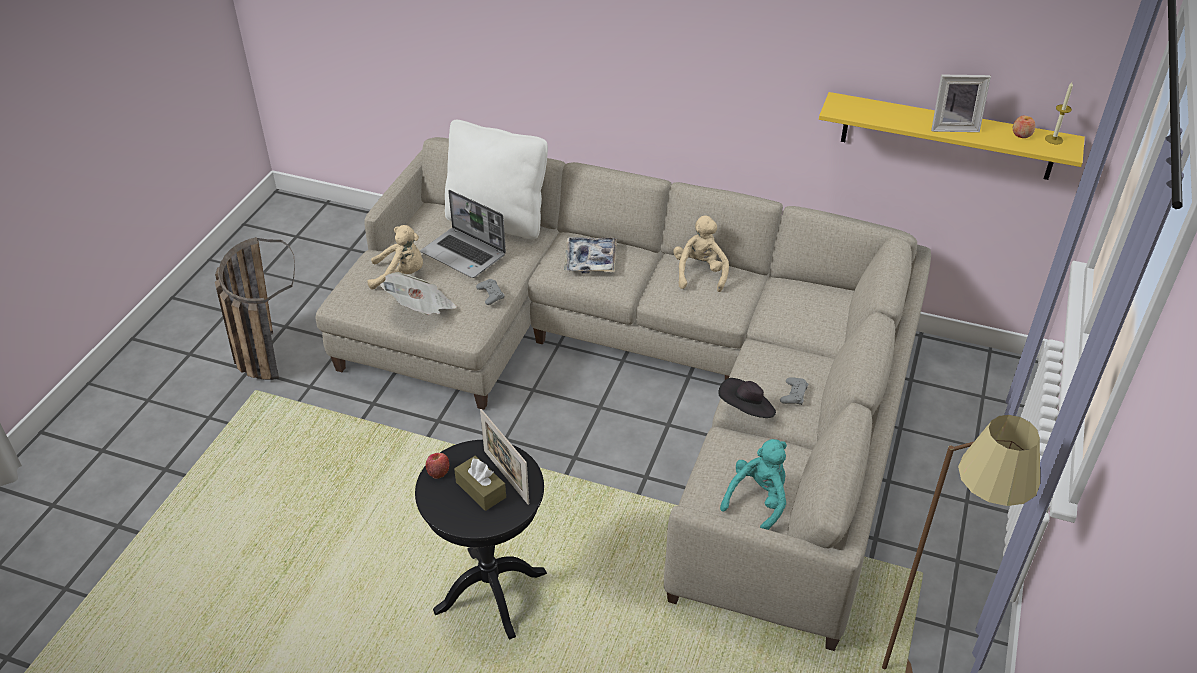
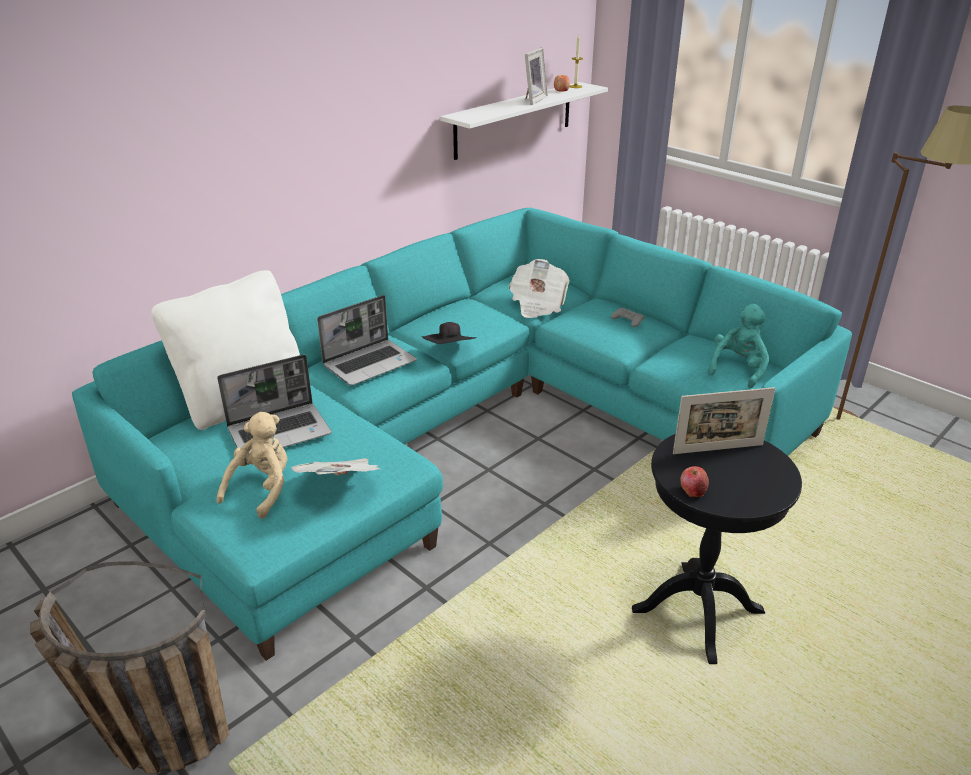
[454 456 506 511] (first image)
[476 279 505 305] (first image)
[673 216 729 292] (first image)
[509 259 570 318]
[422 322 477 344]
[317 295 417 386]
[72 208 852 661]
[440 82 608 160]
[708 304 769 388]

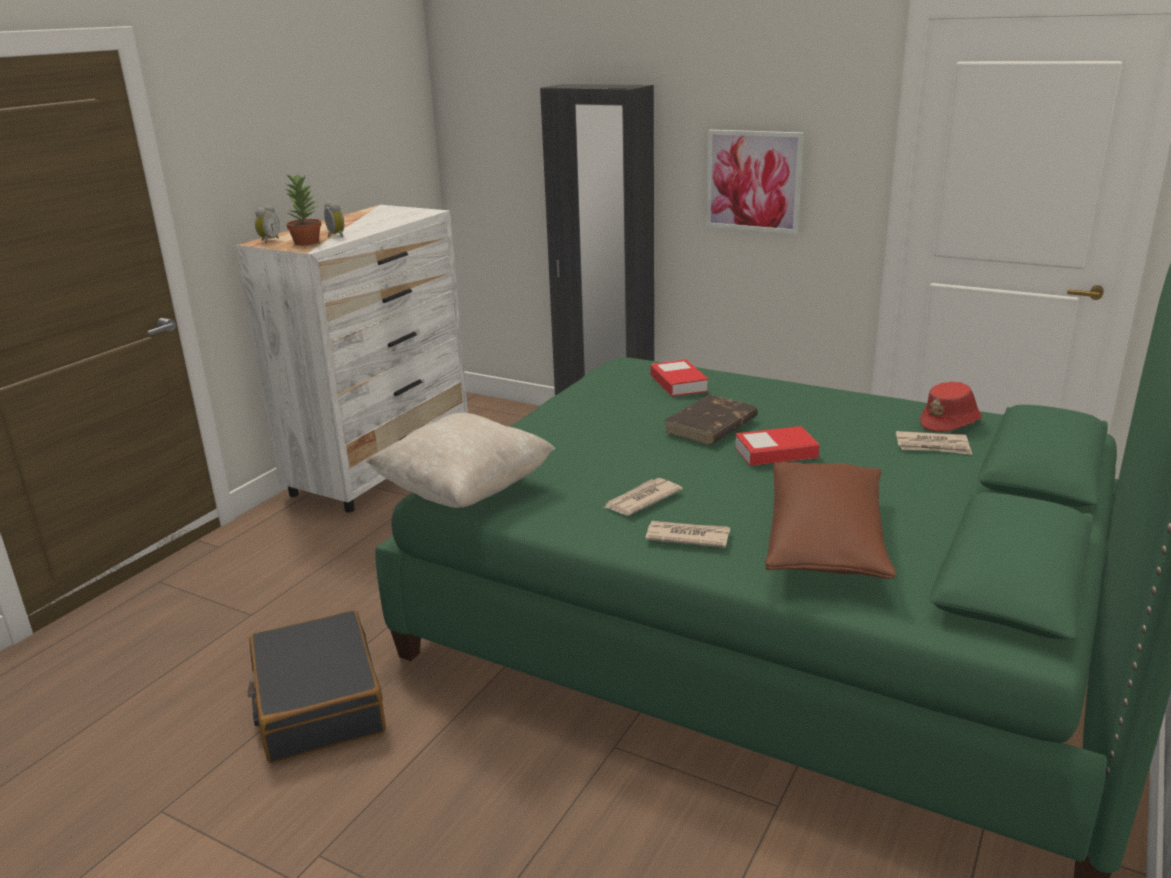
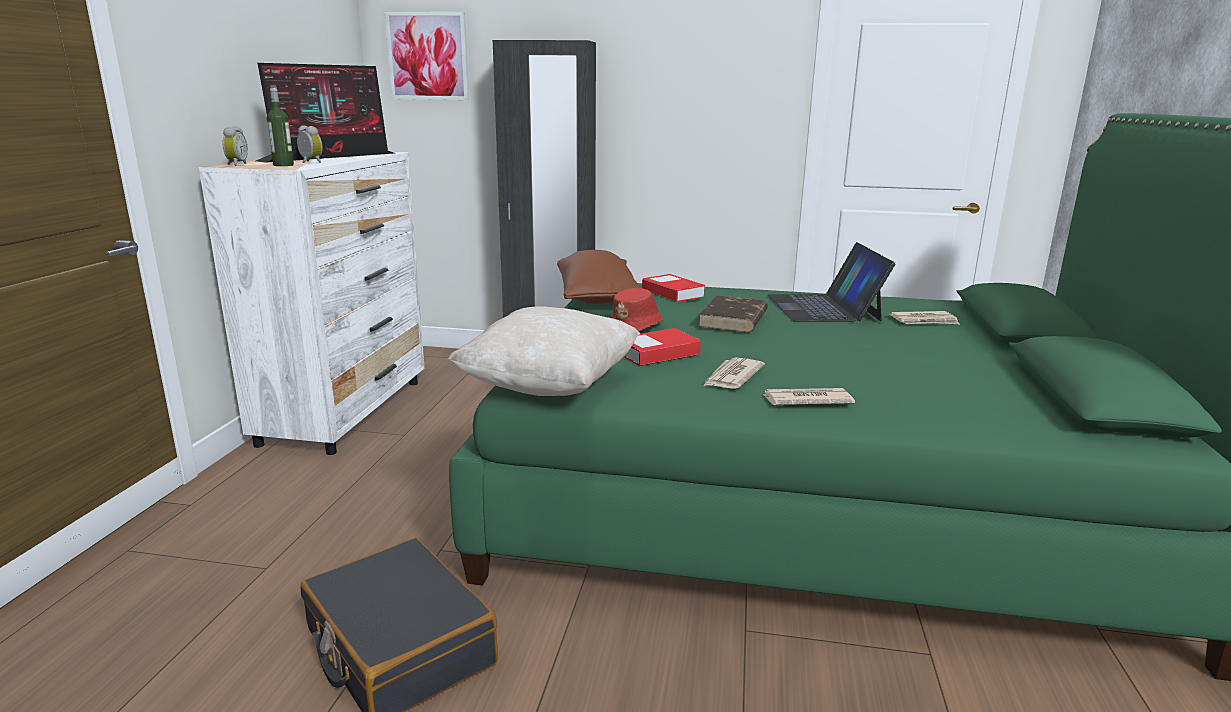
[256 63 394 163]
[768 242 896 322]
[385 12 469 100]
[624 328 701 366]
[557 250 641 304]
[610 288 664 331]
[267 87 294 166]

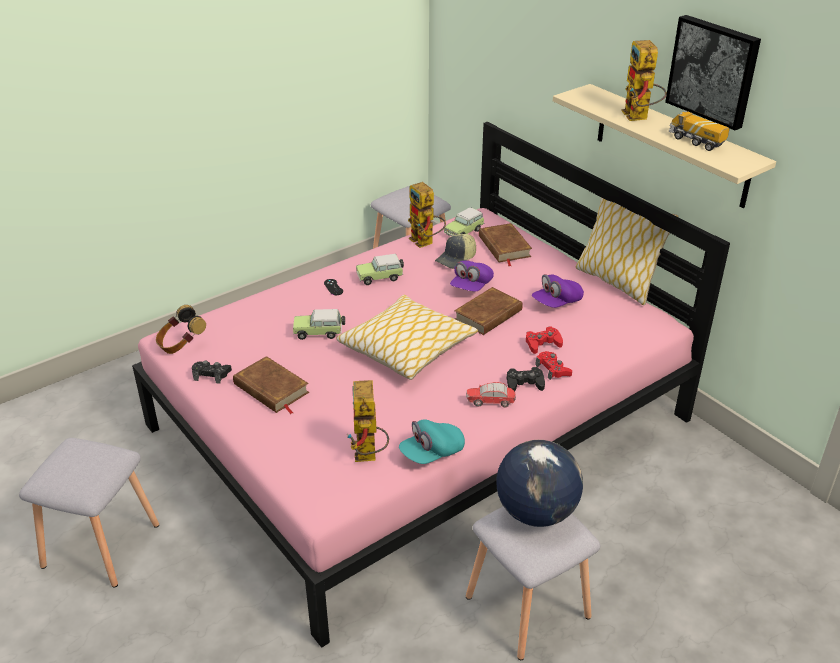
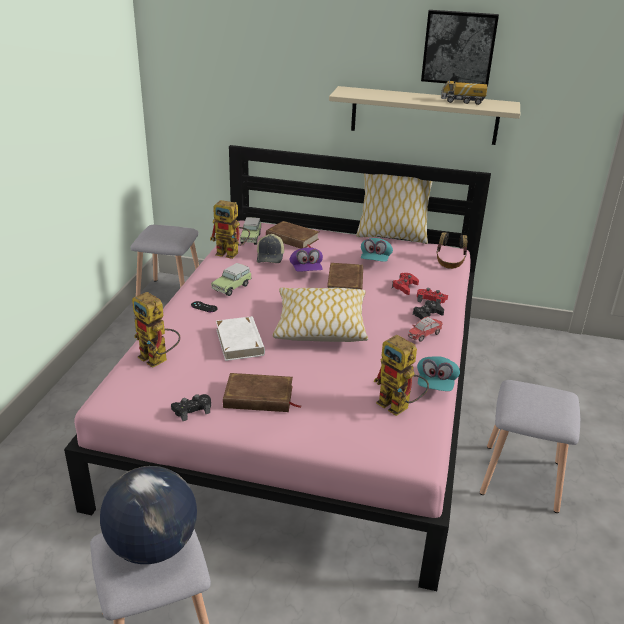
[436 232 467 269]
[100 466 197 564]
[132 292 180 368]
[216 316 265 361]
[361 238 393 262]

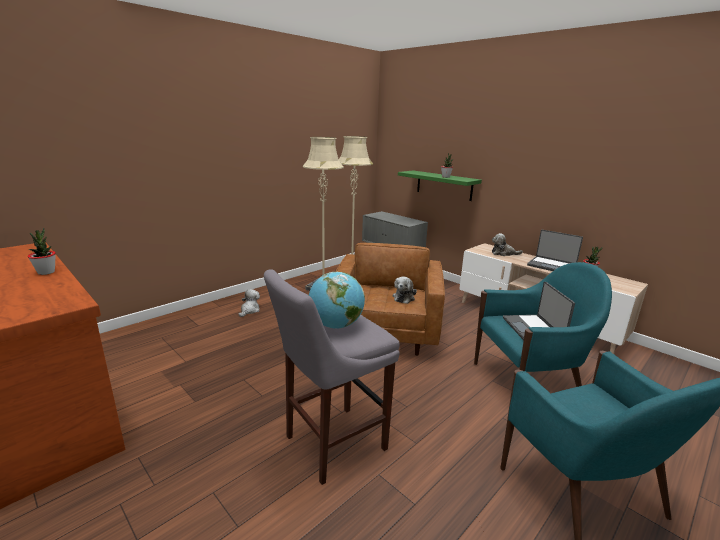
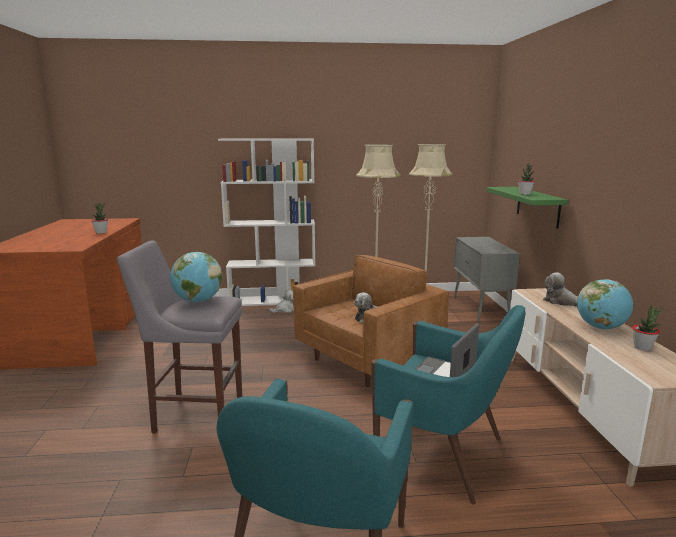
[218 138 315 306]
[577 279 633 329]

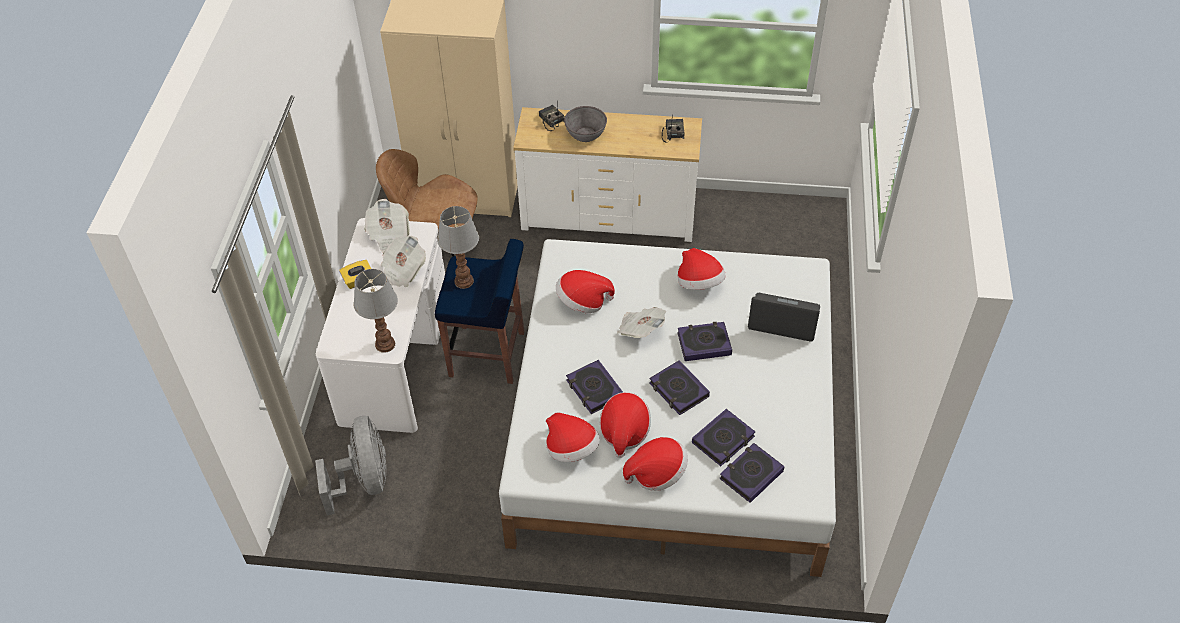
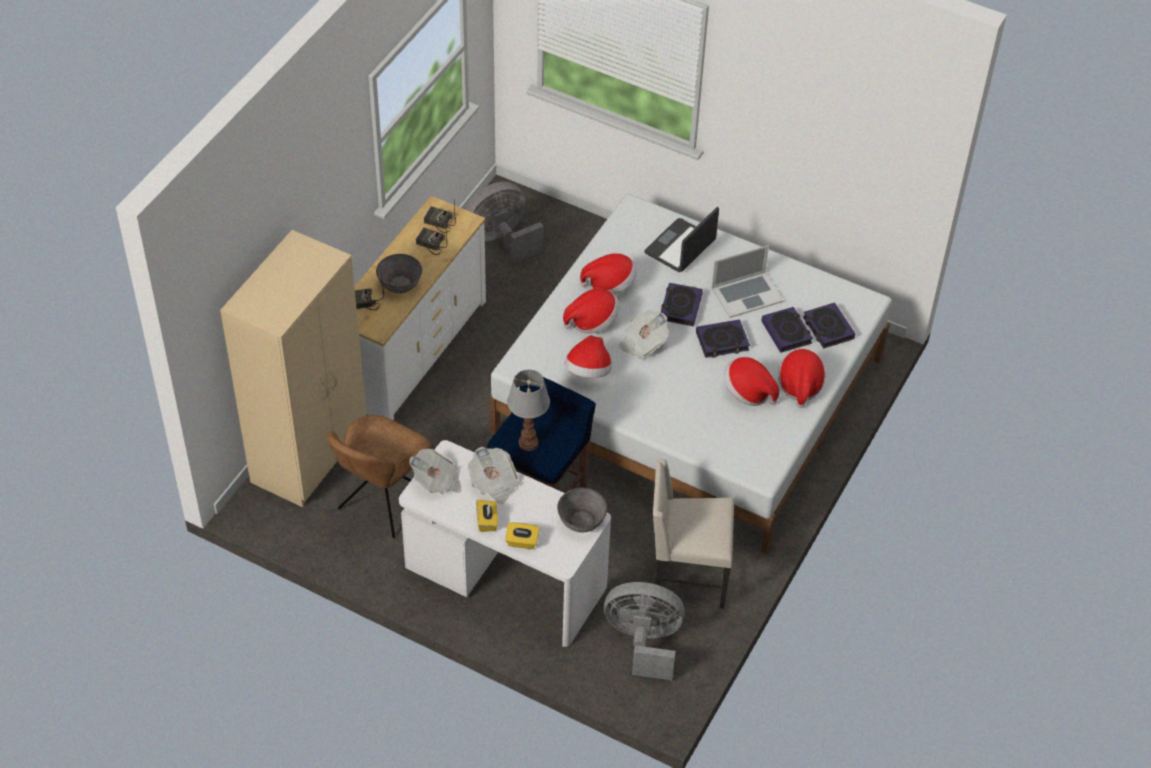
[566 360 623 414] (first image)
[416 221 447 255]
[465 182 544 263]
[505 522 540 549]
[652 459 734 609]
[712 245 784 318]
[563 288 620 334]
[557 488 607 532]

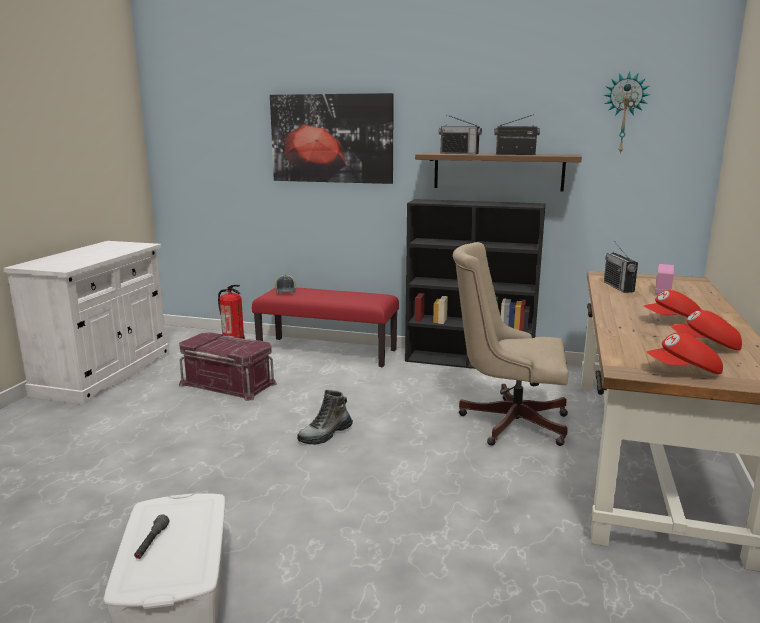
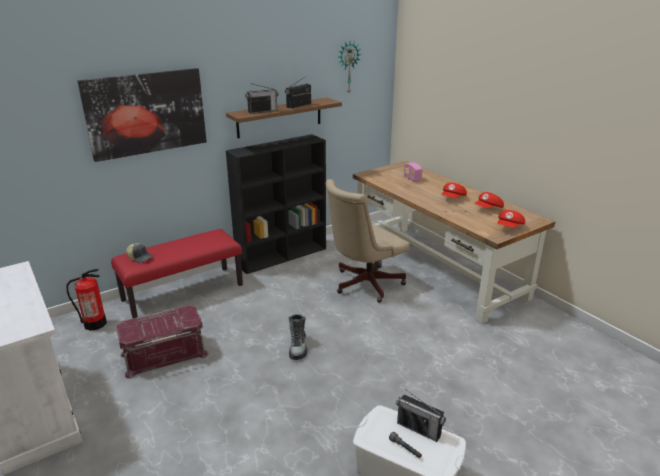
[396 389 446 442]

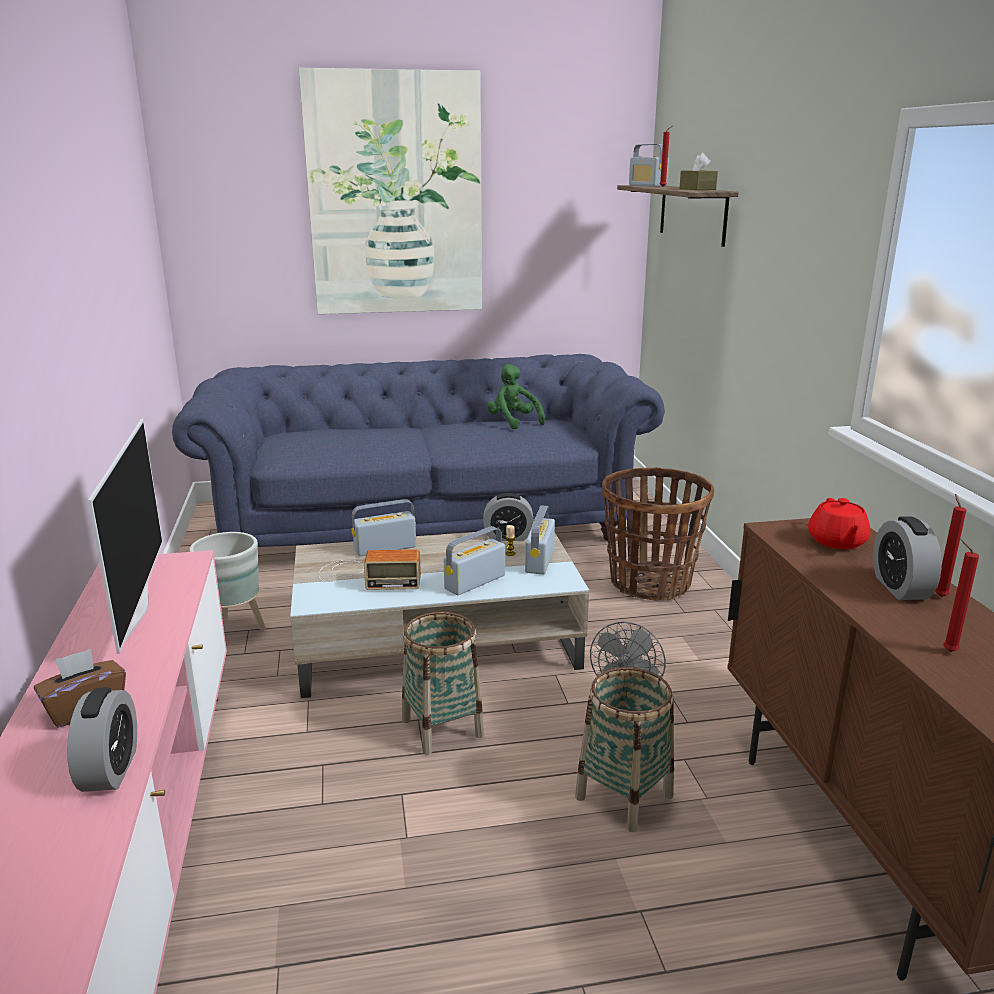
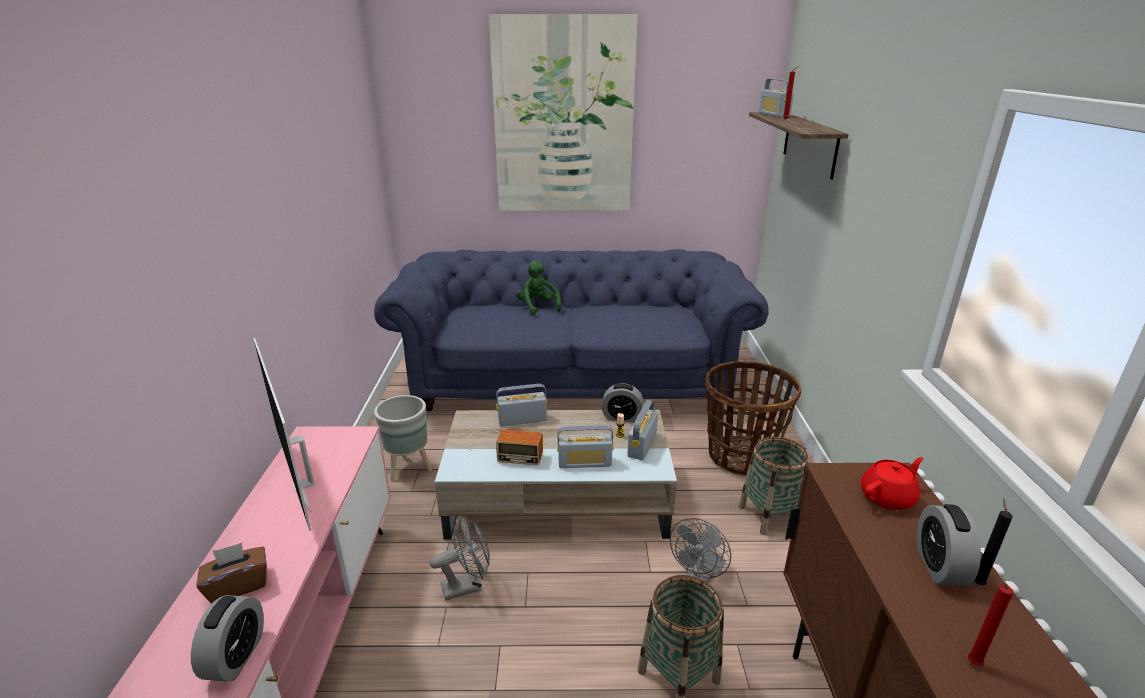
[680 153 718 190] (first image)
[430 517 490 601]
[739 437 808 535]
[516 261 561 315]
[974 498 1013 585]
[253 338 315 531]
[557 425 614 468]
[861 457 923 510]

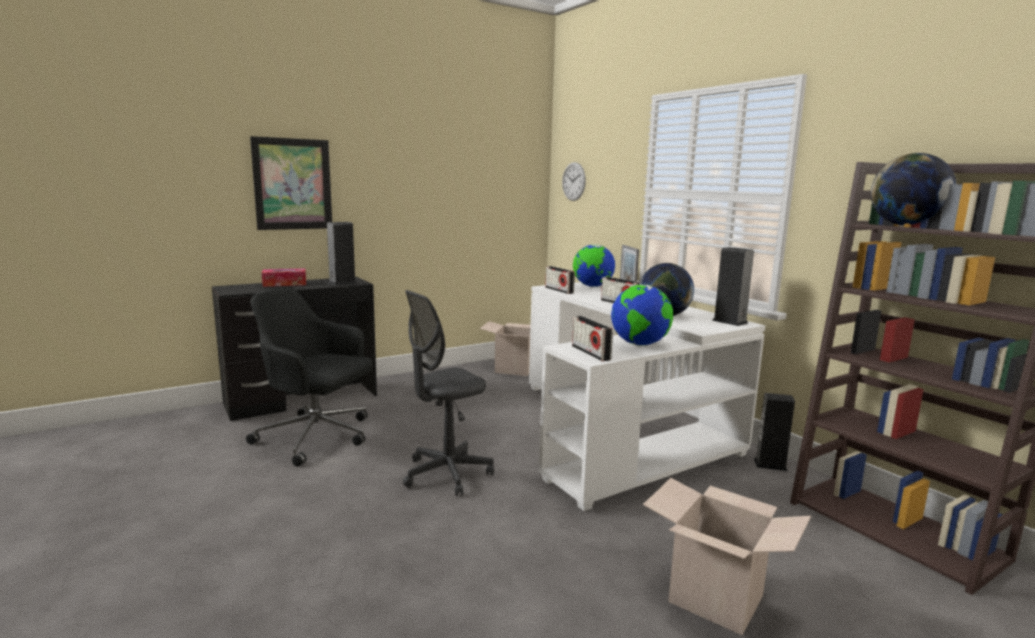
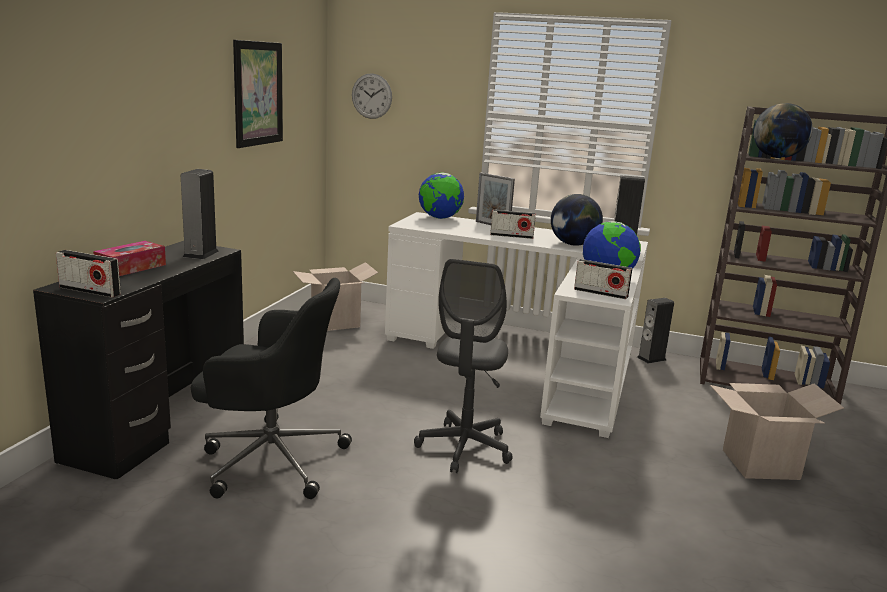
[233 40 283 148]
[56 250 121 298]
[191 278 352 499]

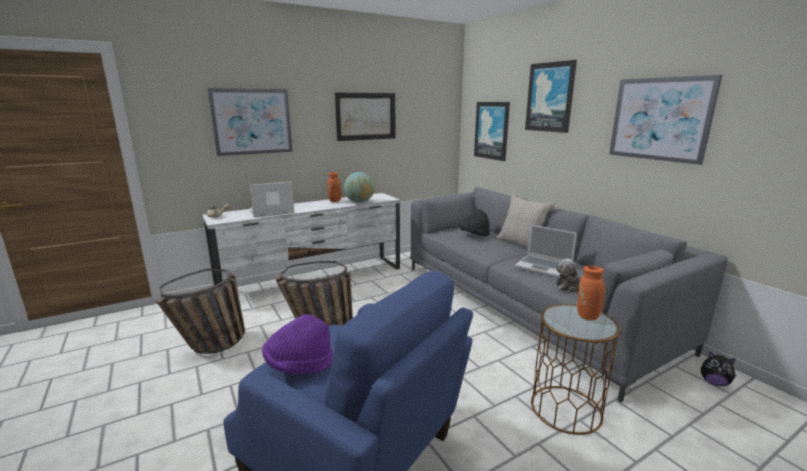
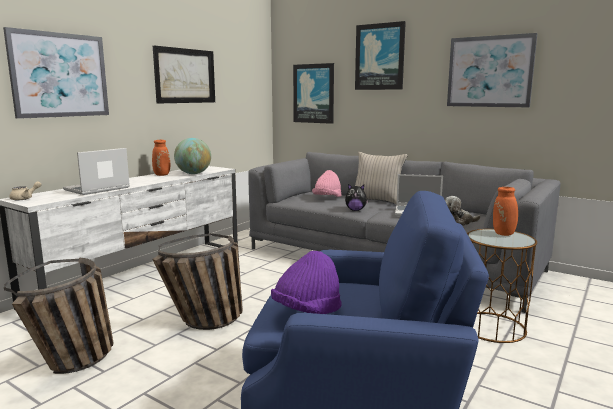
[345 184 369 211]
[312 170 341 197]

